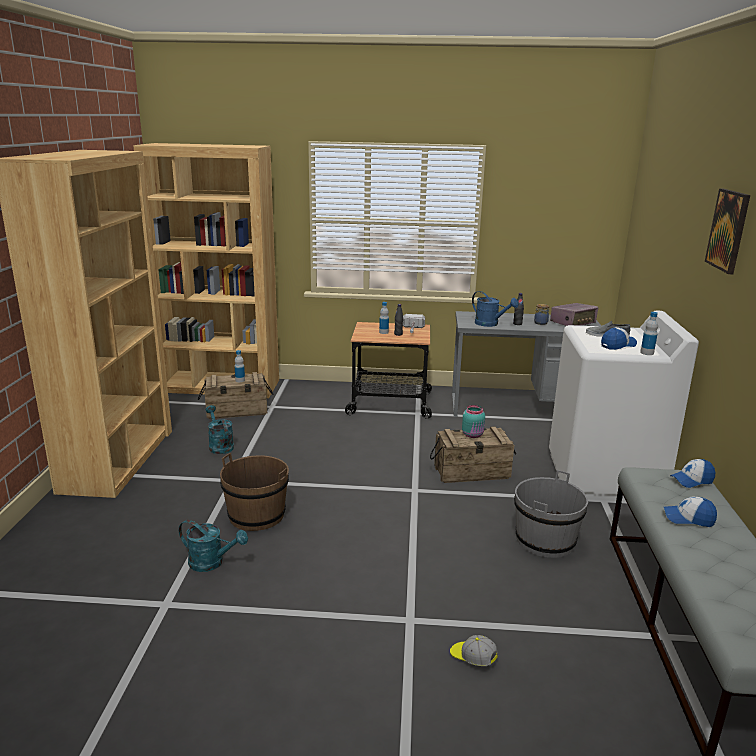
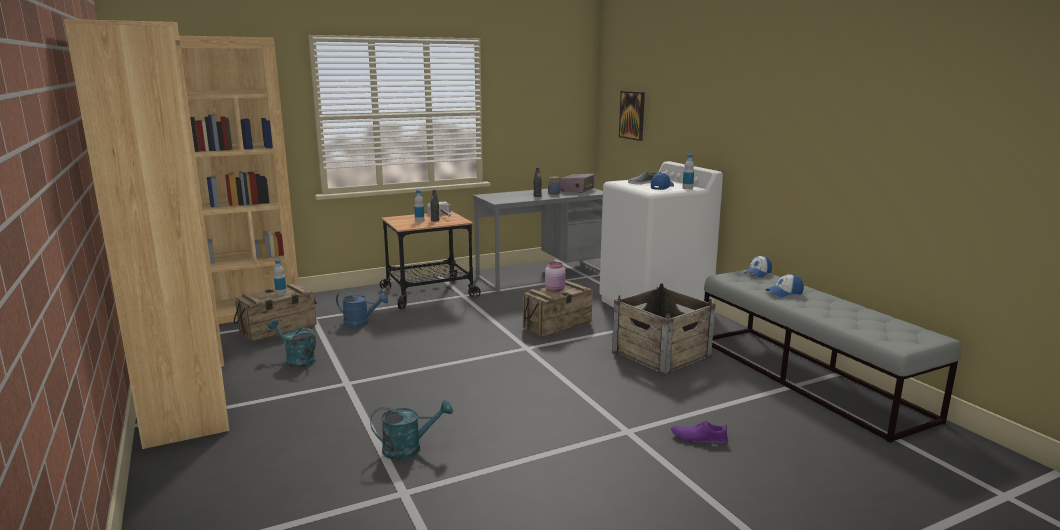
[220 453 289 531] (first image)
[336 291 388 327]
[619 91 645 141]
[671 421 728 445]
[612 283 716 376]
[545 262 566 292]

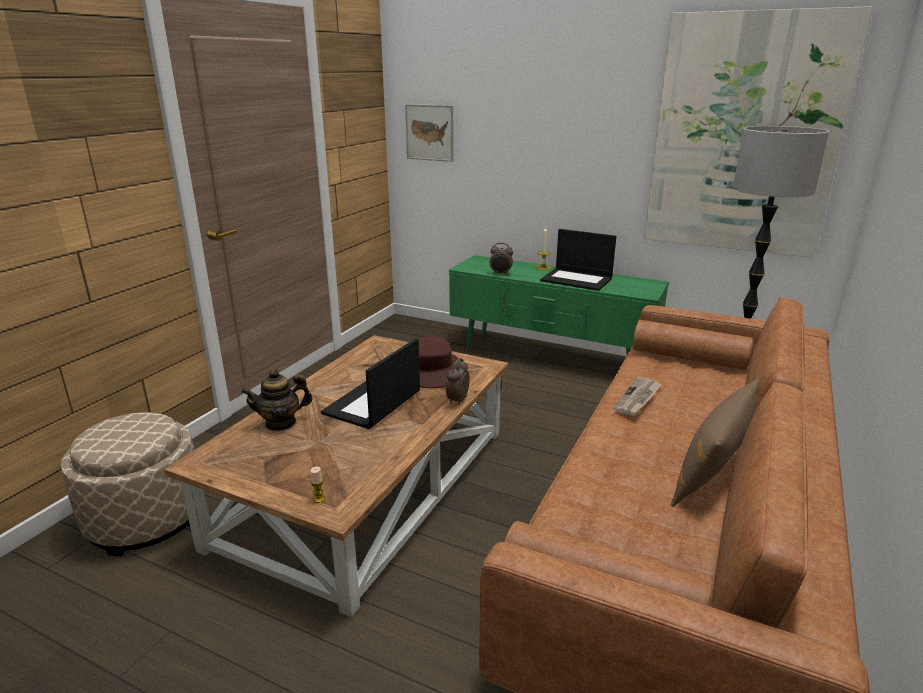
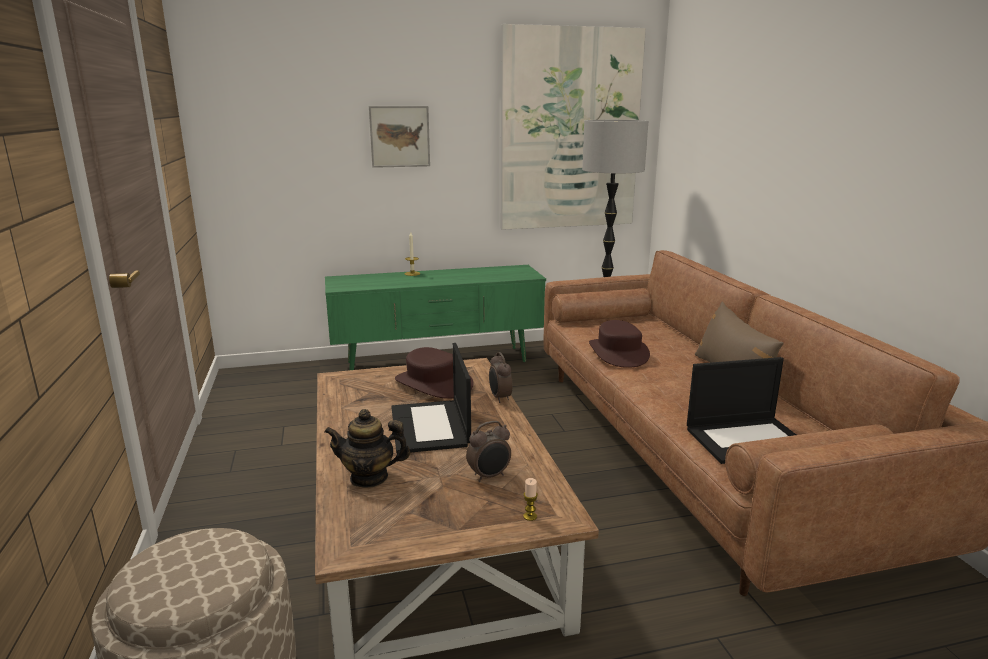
[369 106 430 168]
[466 421 511 482]
[687 357 796 464]
[589 320 650 368]
[324 409 410 488]

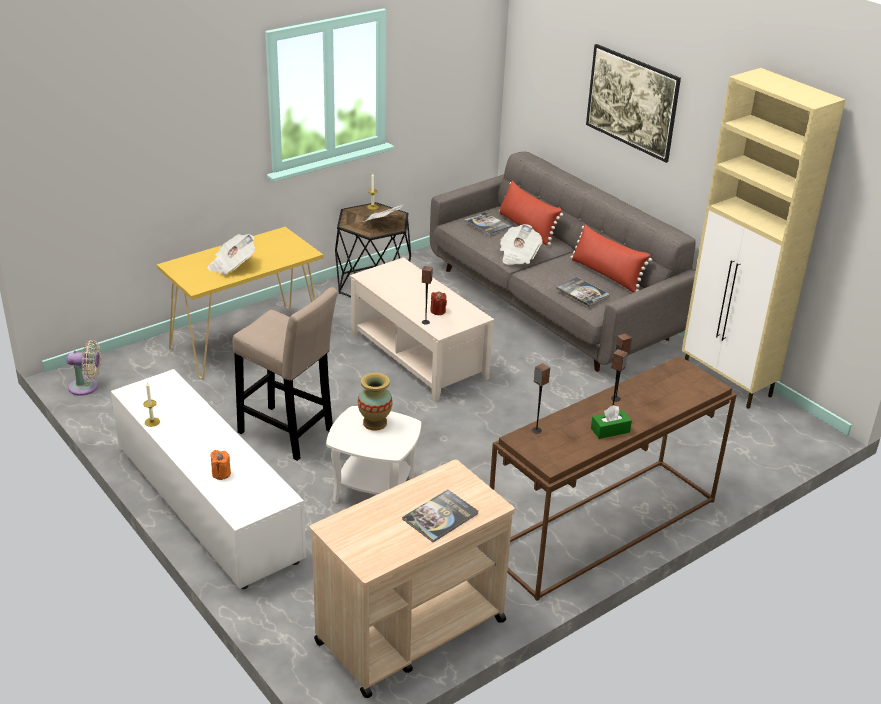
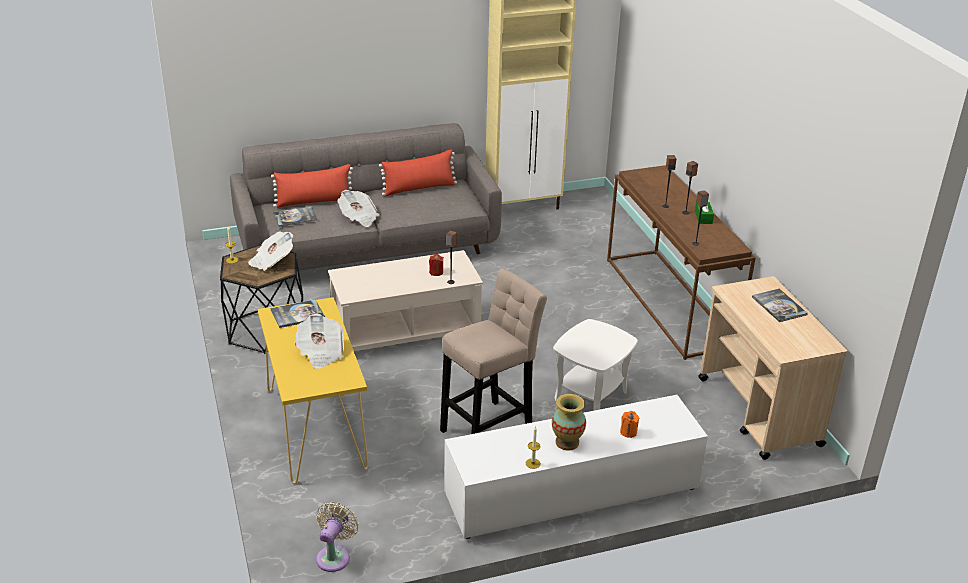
[586 44 681 163] (first image)
[552 394 586 450]
[270 300 325 328]

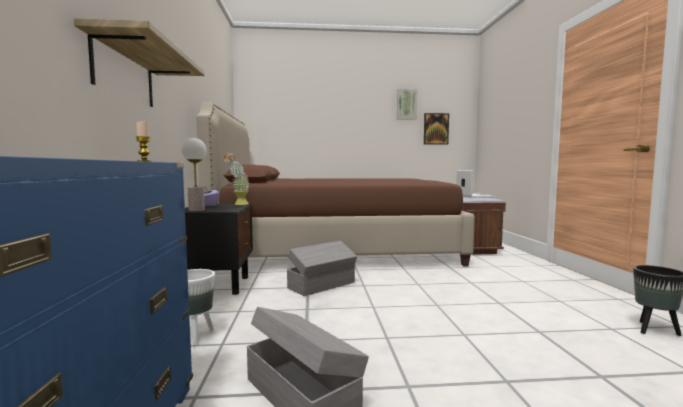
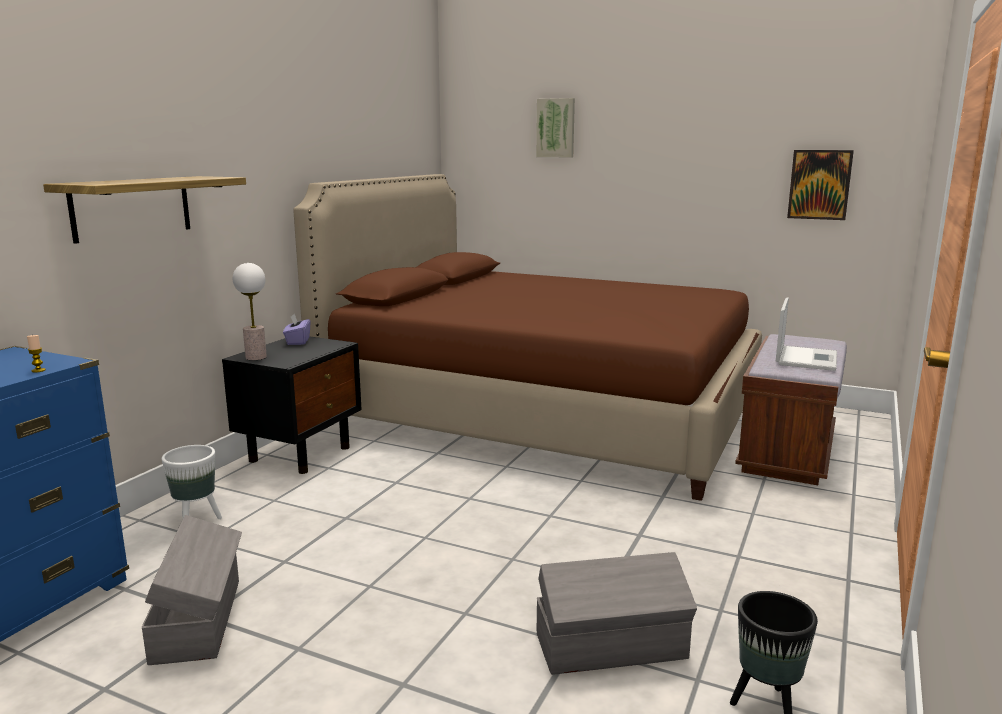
[224 153 249 205] (first image)
[537 552 697 675]
[536 98 575 157]

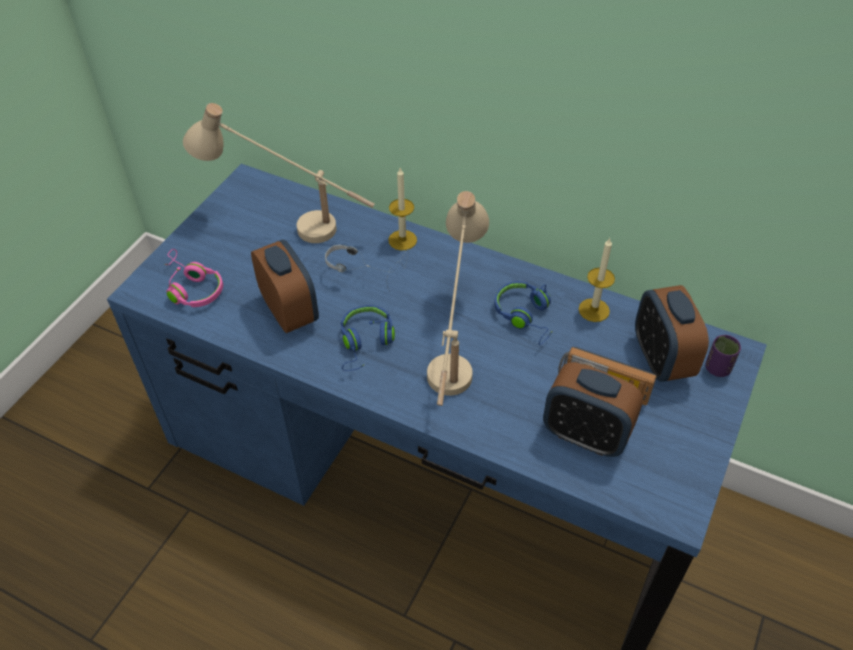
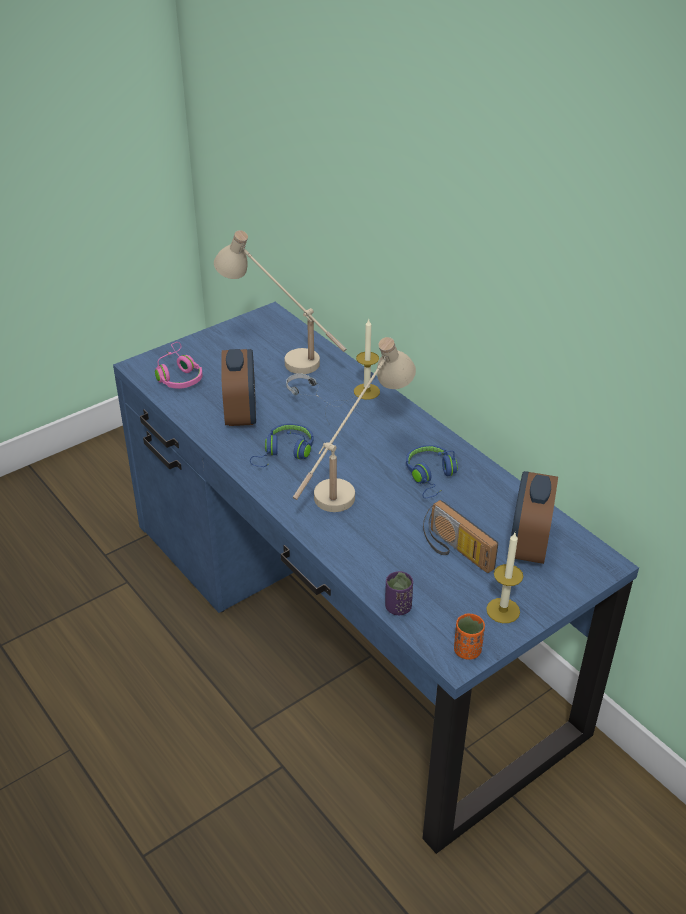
[543 362 643 457] (first image)
[454 614 485 660]
[486 533 523 623]
[385 571 413 615]

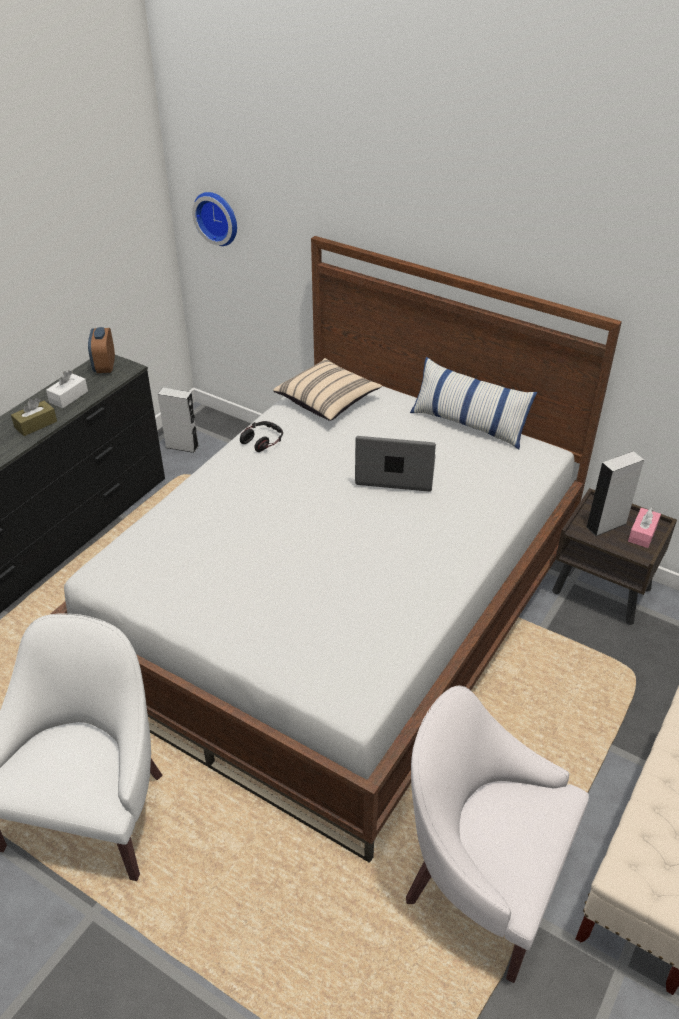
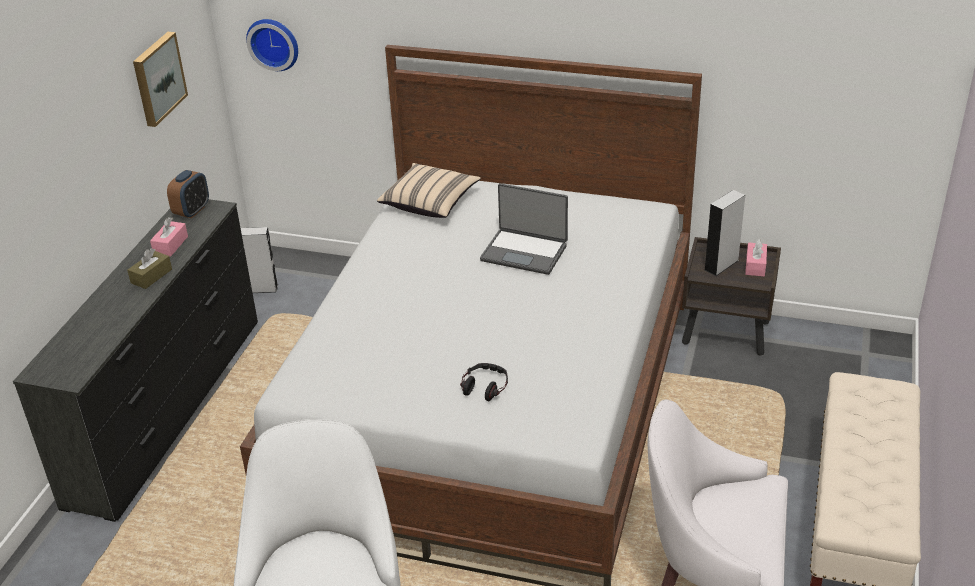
[410 357 537 449] (first image)
[133 32 188 127]
[460 363 508 401]
[150 217 188 257]
[167 170 209 218]
[480 183 568 275]

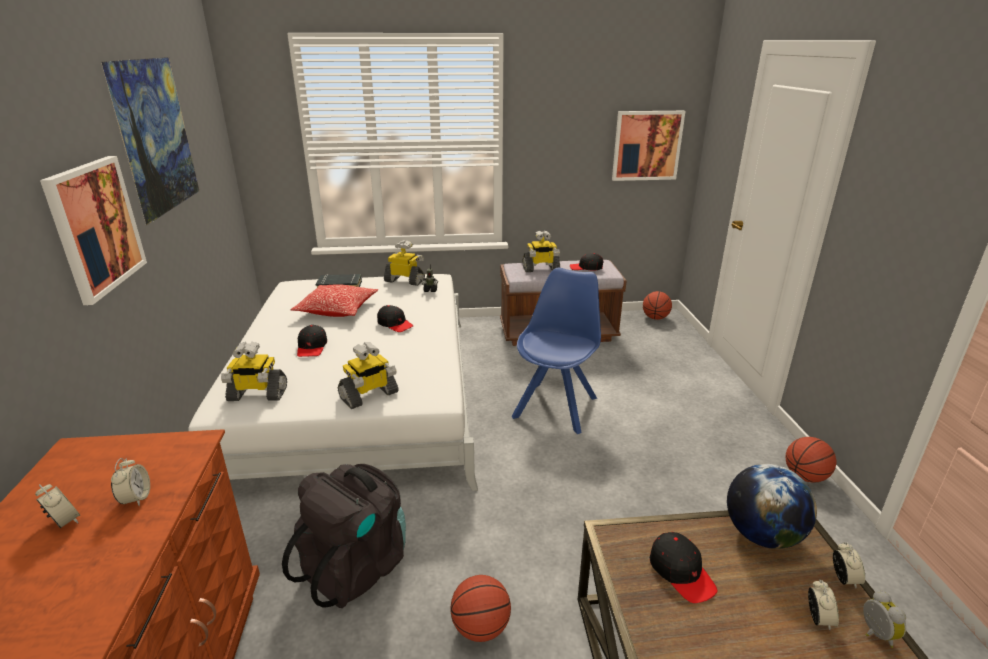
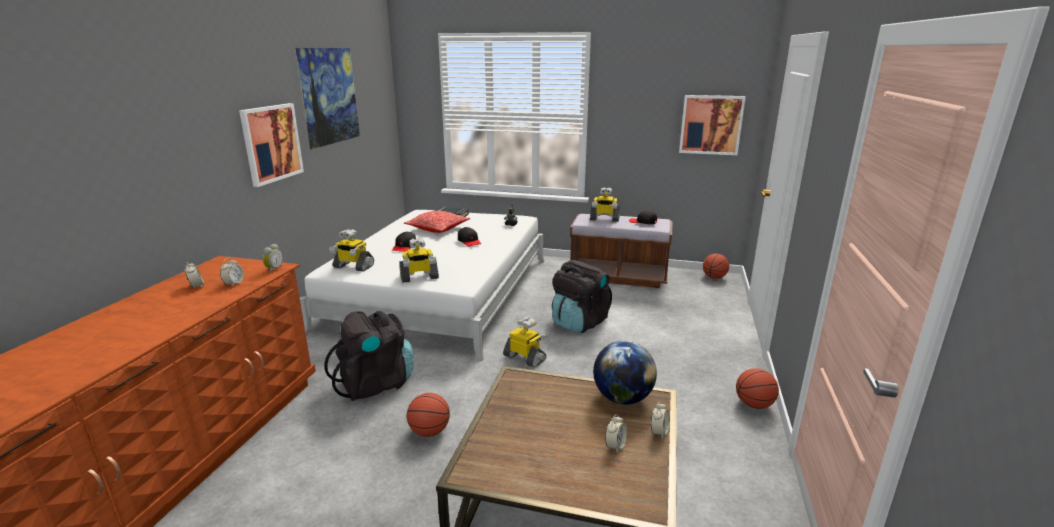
[650 532 717 603] (first image)
[503 317 548 368]
[263 244 282 273]
[552 260 612 333]

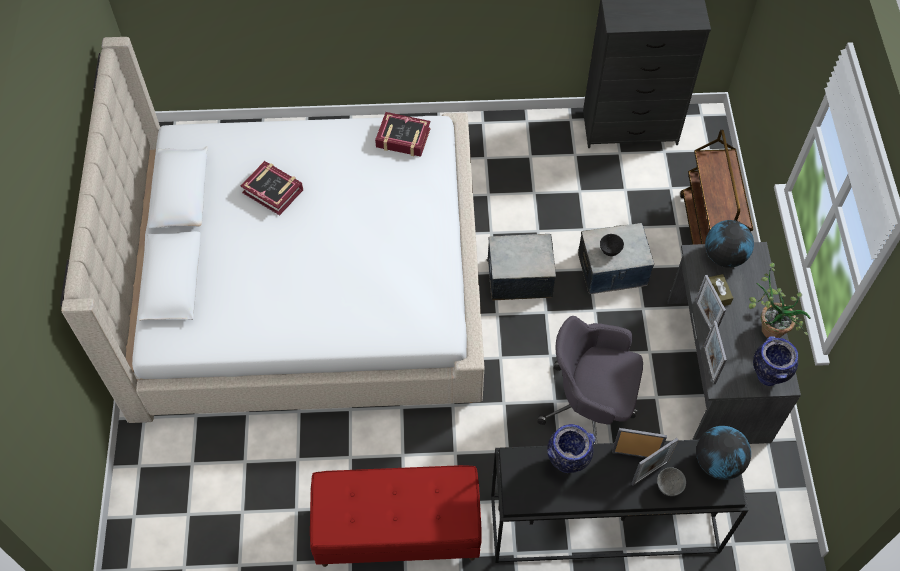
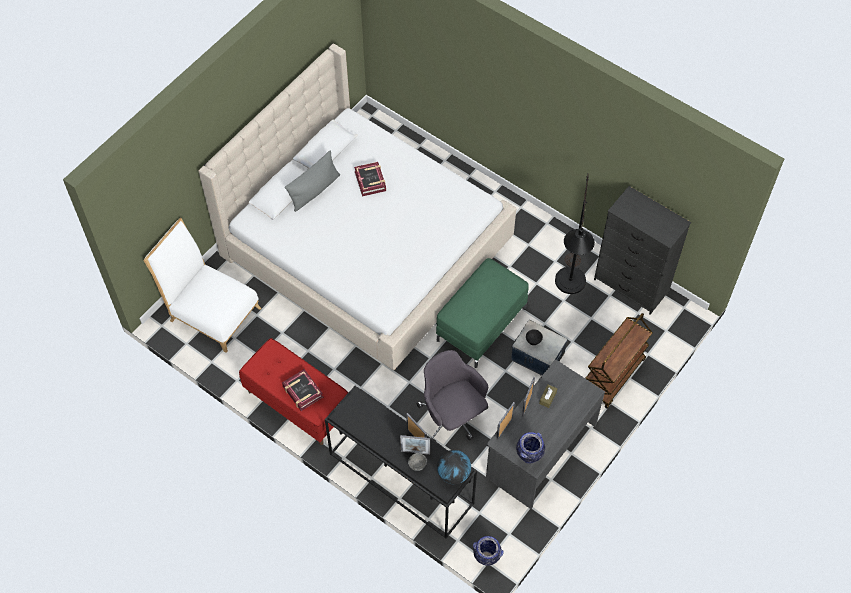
[705 220 754 268] (first image)
[749 263 811 338] (first image)
[143 218 261 353]
[285 151 340 212]
[555 173 595 294]
[282 369 323 411]
[473 536 504 566]
[436 258 529 368]

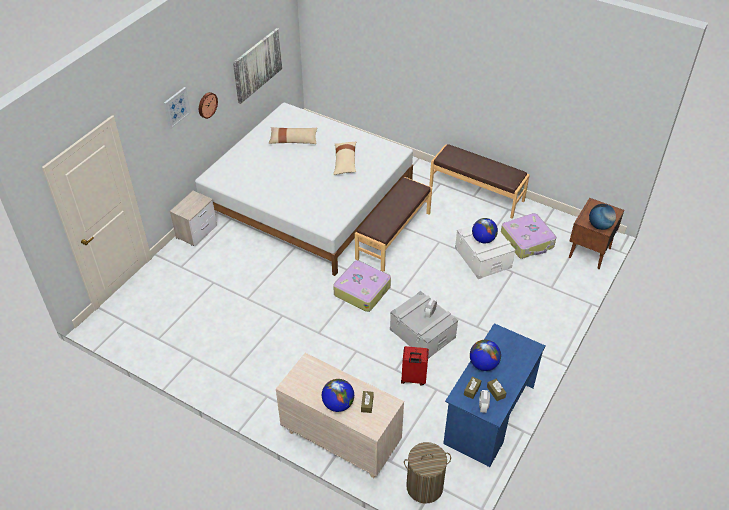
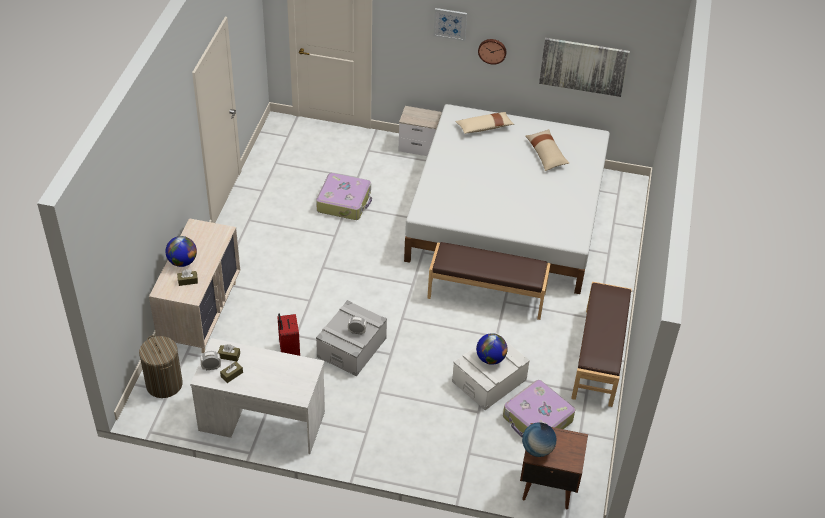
[470 340 501 371] (first image)
[455 112 514 134]
[316 173 372 220]
[190 338 325 454]

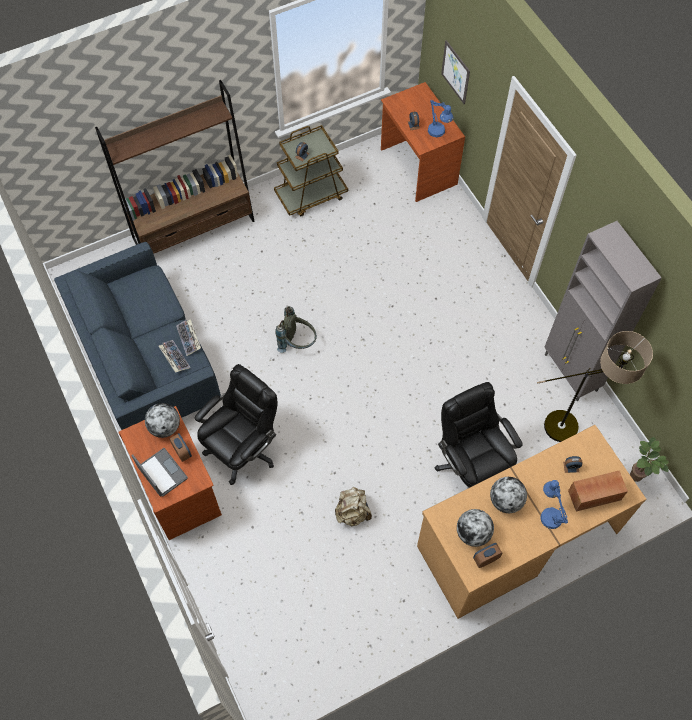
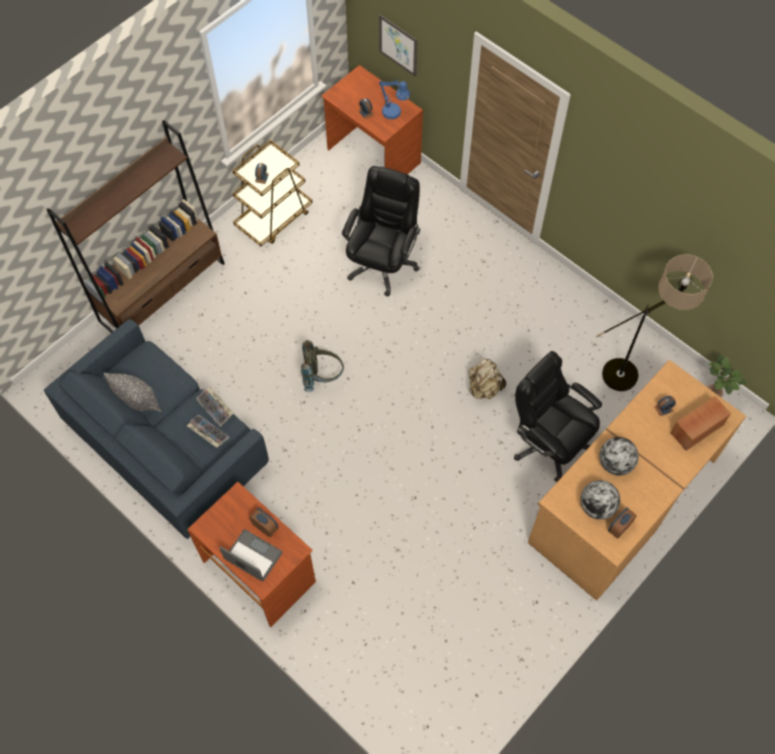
[145 403 180 438] (first image)
[540 480 568 529] (first image)
[544 221 662 401] (first image)
[104 373 162 412]
[342 166 420 297]
[469 358 506 399]

